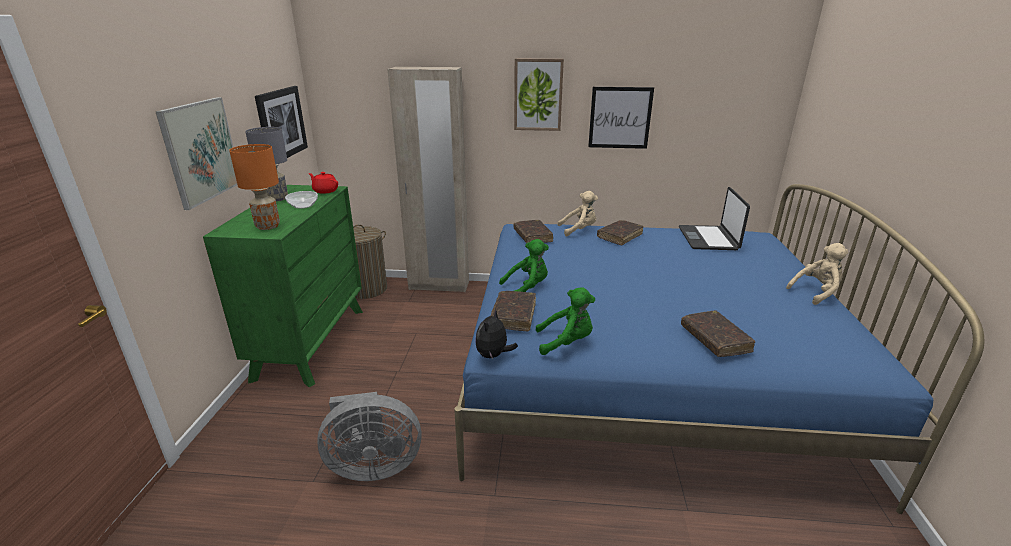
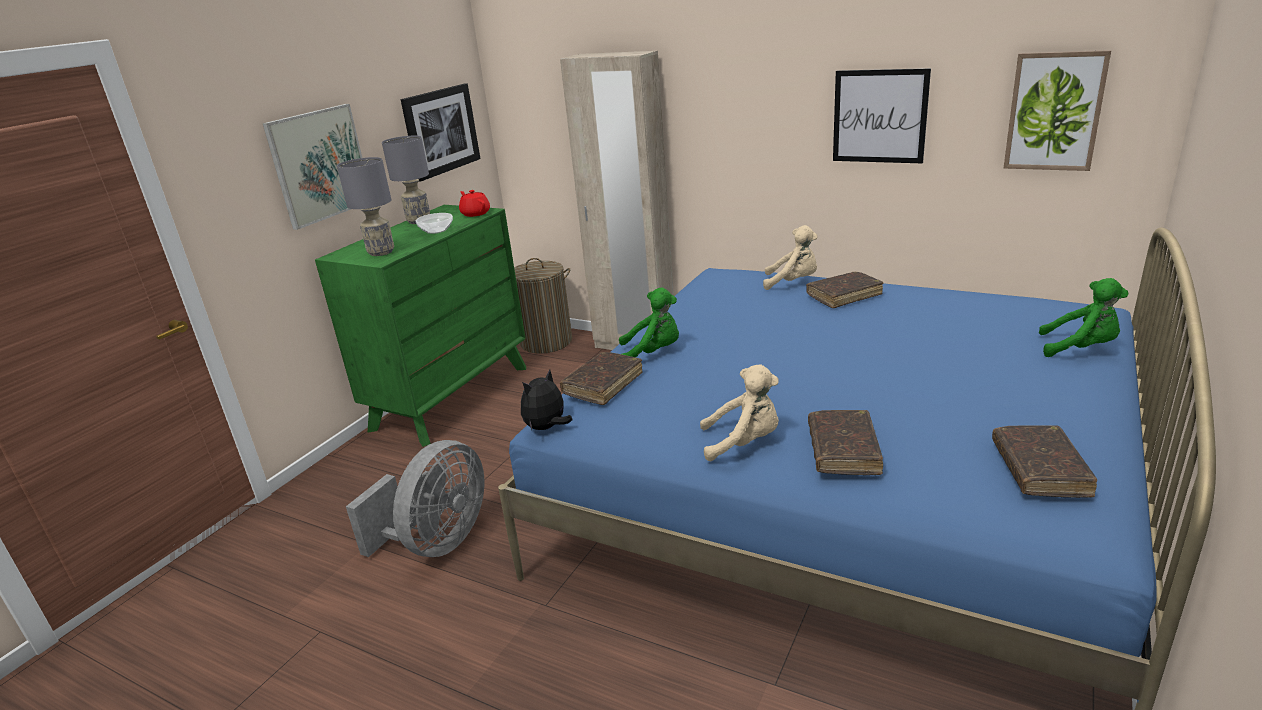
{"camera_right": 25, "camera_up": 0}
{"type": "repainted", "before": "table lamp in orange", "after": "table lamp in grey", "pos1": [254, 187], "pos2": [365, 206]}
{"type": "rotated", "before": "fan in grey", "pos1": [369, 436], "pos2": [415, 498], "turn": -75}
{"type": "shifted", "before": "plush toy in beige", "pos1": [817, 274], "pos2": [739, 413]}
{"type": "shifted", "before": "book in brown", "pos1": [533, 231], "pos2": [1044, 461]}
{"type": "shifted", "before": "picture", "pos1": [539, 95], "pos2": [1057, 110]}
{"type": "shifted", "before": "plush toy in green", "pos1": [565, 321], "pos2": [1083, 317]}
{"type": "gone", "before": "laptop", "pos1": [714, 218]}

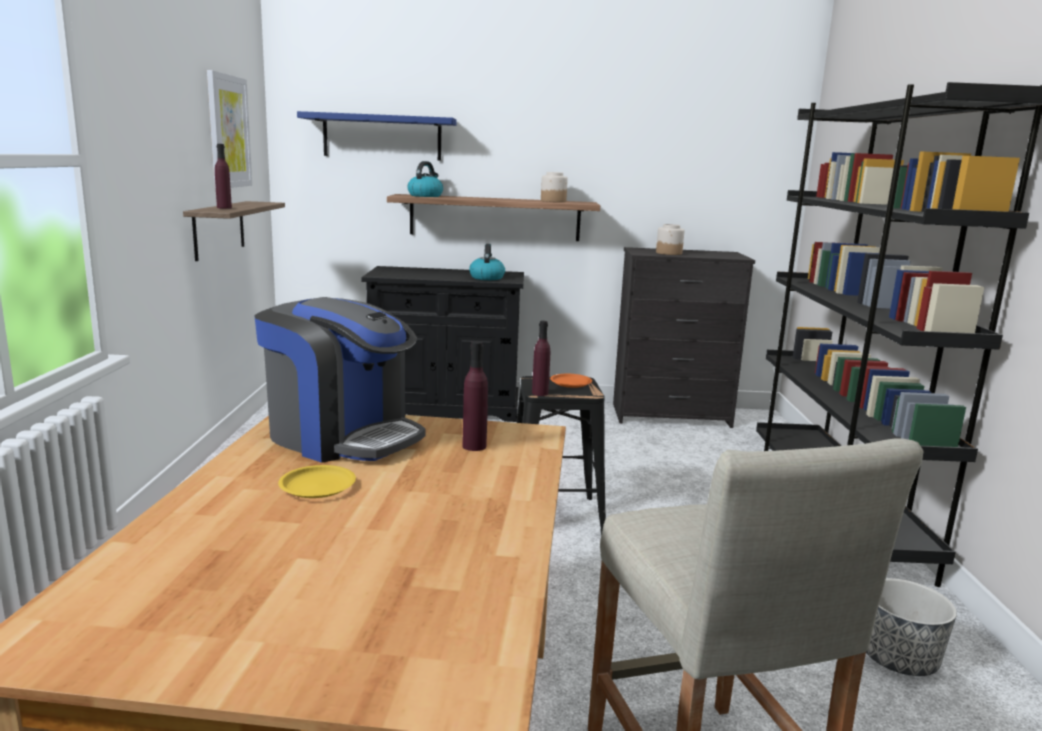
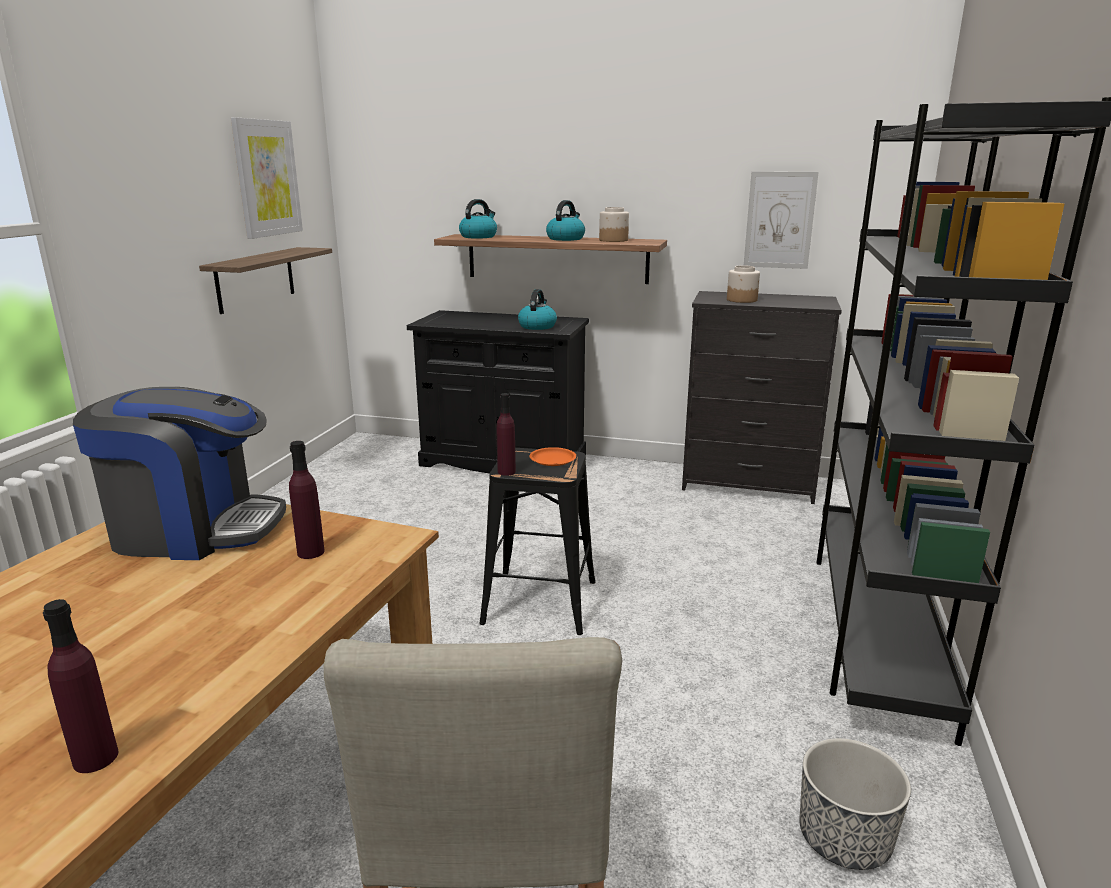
{"camera_right": 15, "camera_up": 5}
{"type": "shifted", "before": "bottle in purple", "pos1": [223, 176], "pos2": [81, 686]}
{"type": "rotated", "before": "coffee machine", "pos1": [339, 380], "pos2": [179, 473], "turn": -45}
{"type": "new", "after": "kettle", "pos2": [565, 220]}
{"type": "new", "after": "picture", "pos2": [781, 220]}
{"type": "gone", "before": "plate in yellow", "pos1": [317, 481]}
{"type": "gone", "before": "shelf in blue", "pos1": [377, 136]}

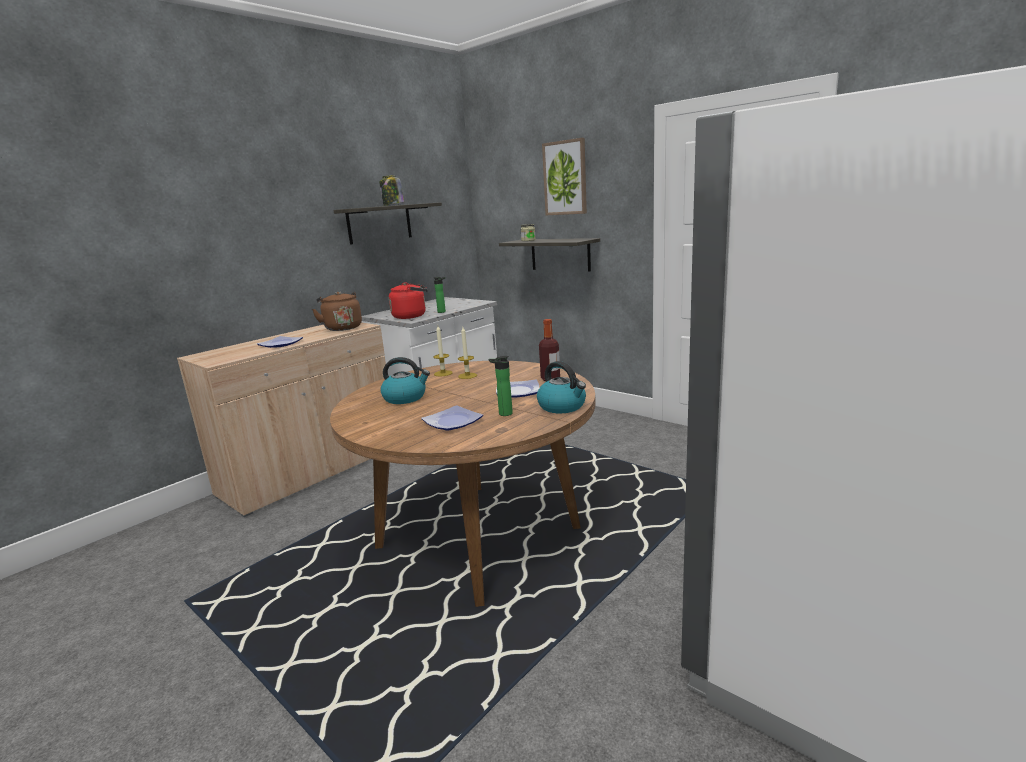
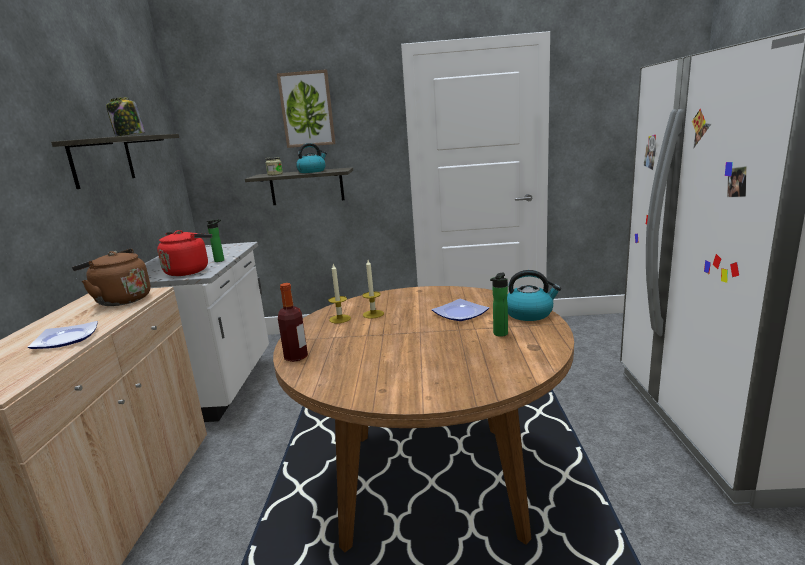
{"camera_right": -40, "camera_up": 0}
{"type": "shifted", "before": "bottle", "pos1": [549, 350], "pos2": [293, 322]}
{"type": "shifted", "before": "kettle", "pos1": [405, 380], "pos2": [311, 158]}
{"type": "gone", "before": "plate", "pos1": [452, 418]}

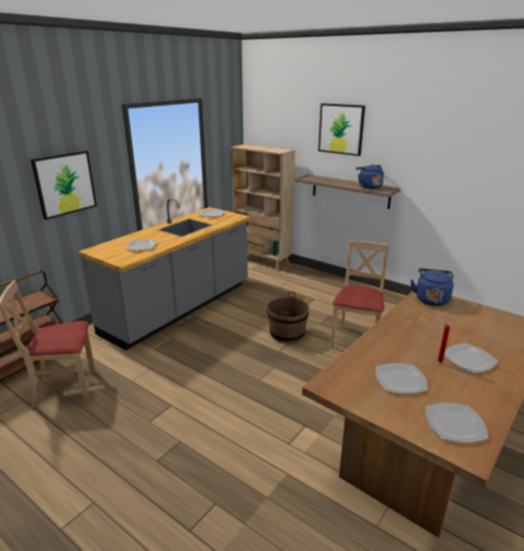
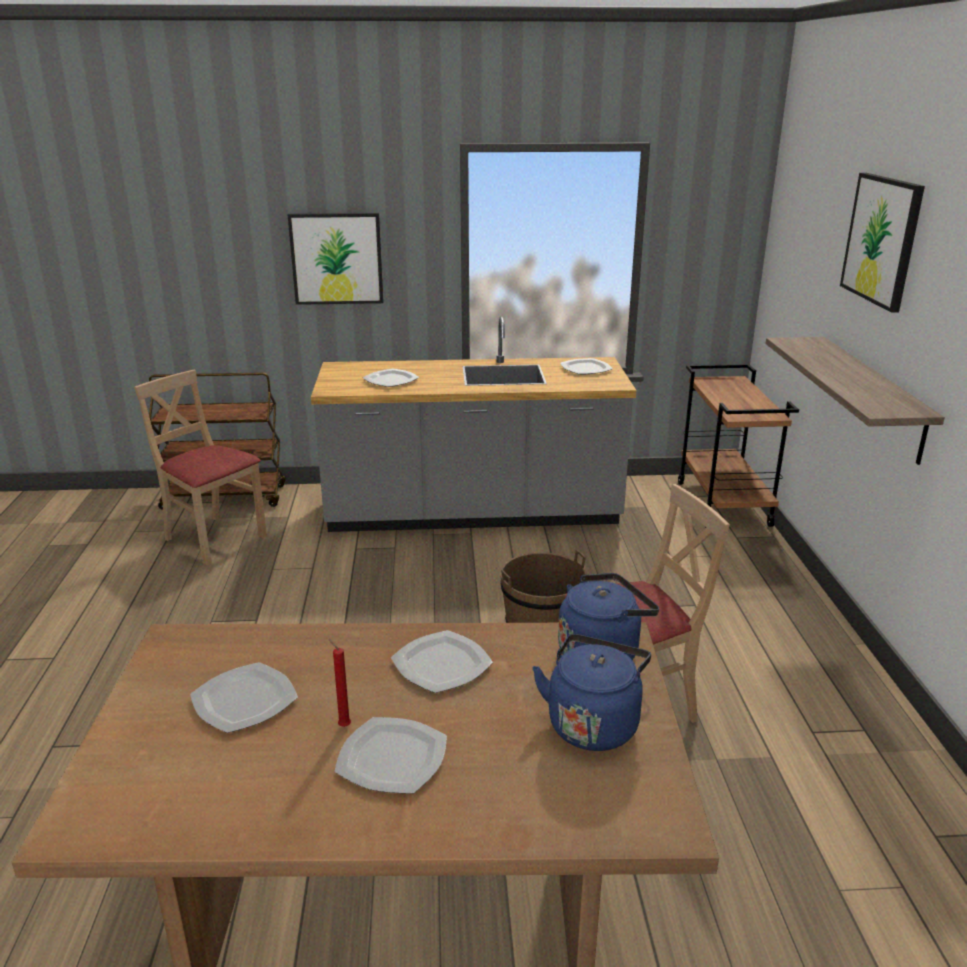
{"camera_right": 50, "camera_up": 0}
{"type": "shifted", "before": "plate", "pos1": [457, 423], "pos2": [442, 661]}
{"type": "shifted", "before": "kettle in blue", "pos1": [370, 176], "pos2": [591, 692]}
{"type": "swapped", "before": "bookcase in beige", "after": "cart in brown", "pos1": [263, 208], "pos2": [738, 446]}

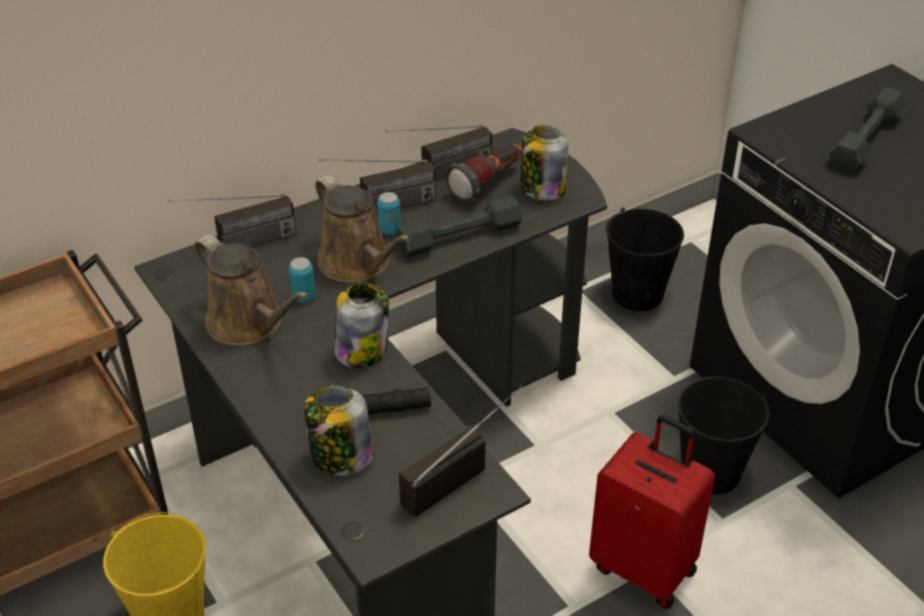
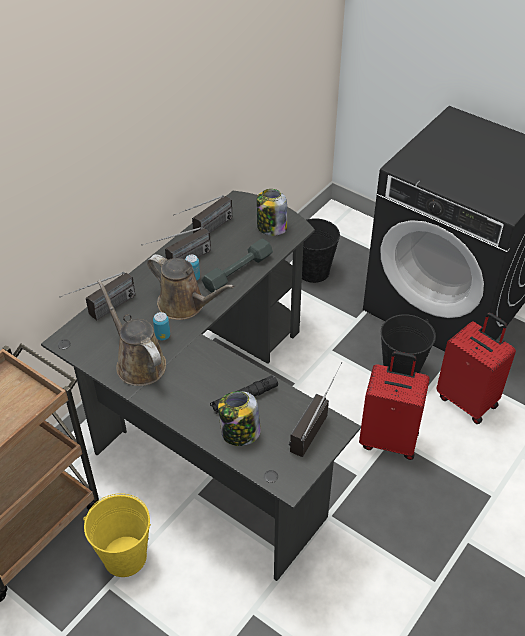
{"camera_right": -20, "camera_up": 5}
{"type": "rotated", "before": "watering can in brown", "pos1": [251, 290], "pos2": [131, 333], "turn": -150}
{"type": "new", "after": "suitcase in red", "pos2": [476, 368]}
{"type": "gone", "before": "jar", "pos1": [361, 325]}
{"type": "gone", "before": "flashlight", "pos1": [483, 173]}
{"type": "gone", "before": "dumbbell in grey", "pos1": [867, 129]}

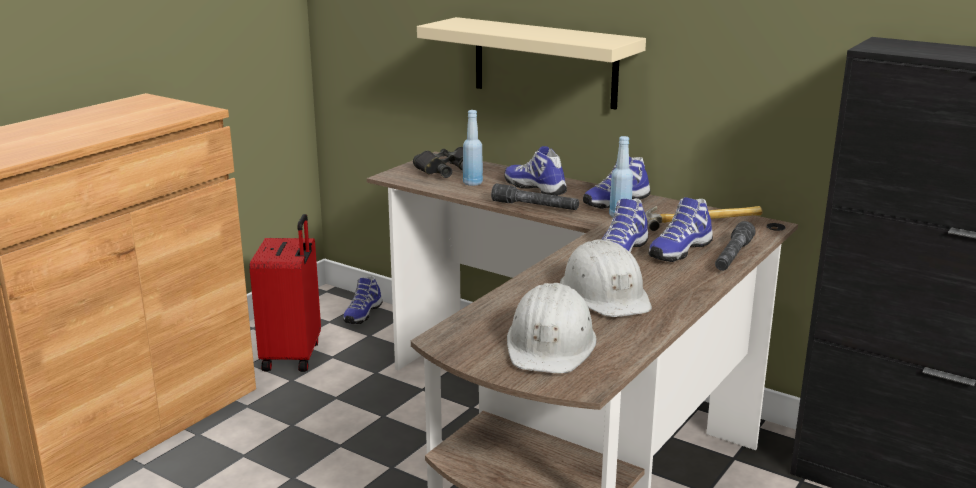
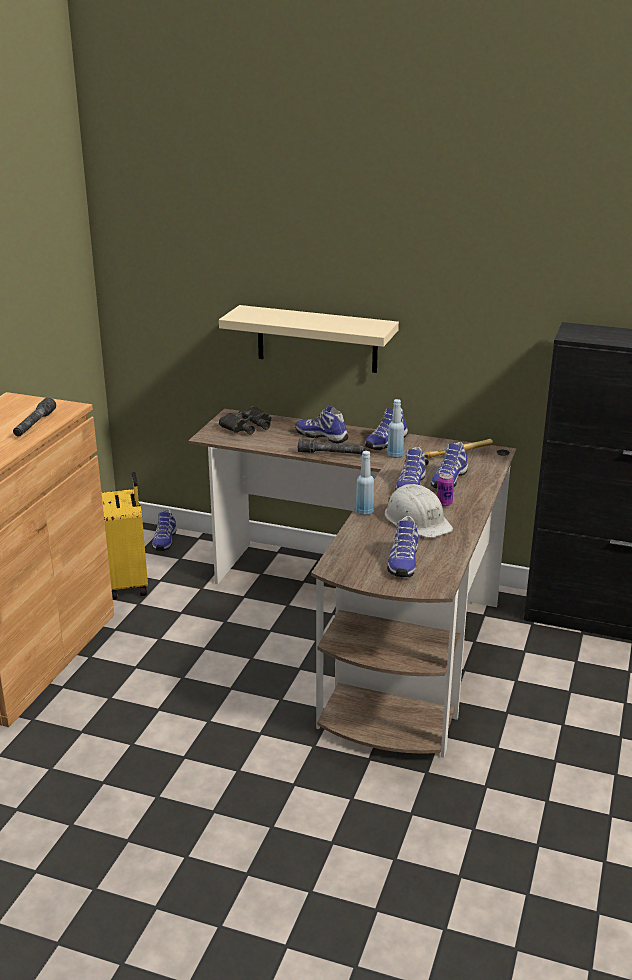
{"camera_right": -15, "camera_up": 5}
{"type": "shifted", "before": "flashlight in grey", "pos1": [735, 246], "pos2": [34, 417]}
{"type": "repainted", "before": "suitcase in red", "after": "suitcase in yellow", "pos1": [285, 293], "pos2": [124, 536]}
{"type": "shifted", "before": "bottle in blue", "pos1": [473, 148], "pos2": [365, 483]}
{"type": "swapped", "before": "hard hat in white", "after": "shoe", "pos1": [551, 328], "pos2": [403, 546]}
{"type": "new", "after": "can", "pos2": [445, 489]}

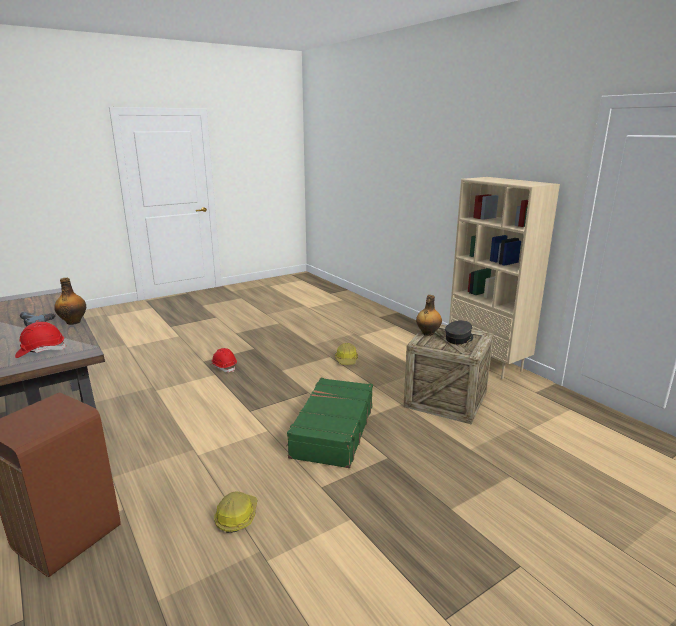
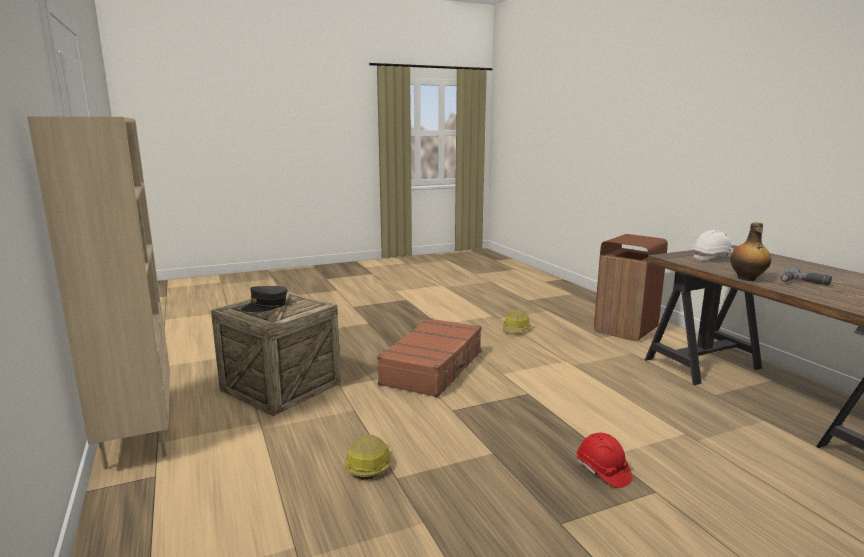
{"camera_right": -170, "camera_up": -5}
{"type": "repainted", "before": "suitcase in green", "after": "suitcase in brown", "pos1": [330, 423], "pos2": [429, 357]}
{"type": "repainted", "before": "hard hat in red", "after": "hard hat in white", "pos1": [40, 340], "pos2": [712, 245]}
{"type": "gone", "before": "bottle", "pos1": [429, 315]}

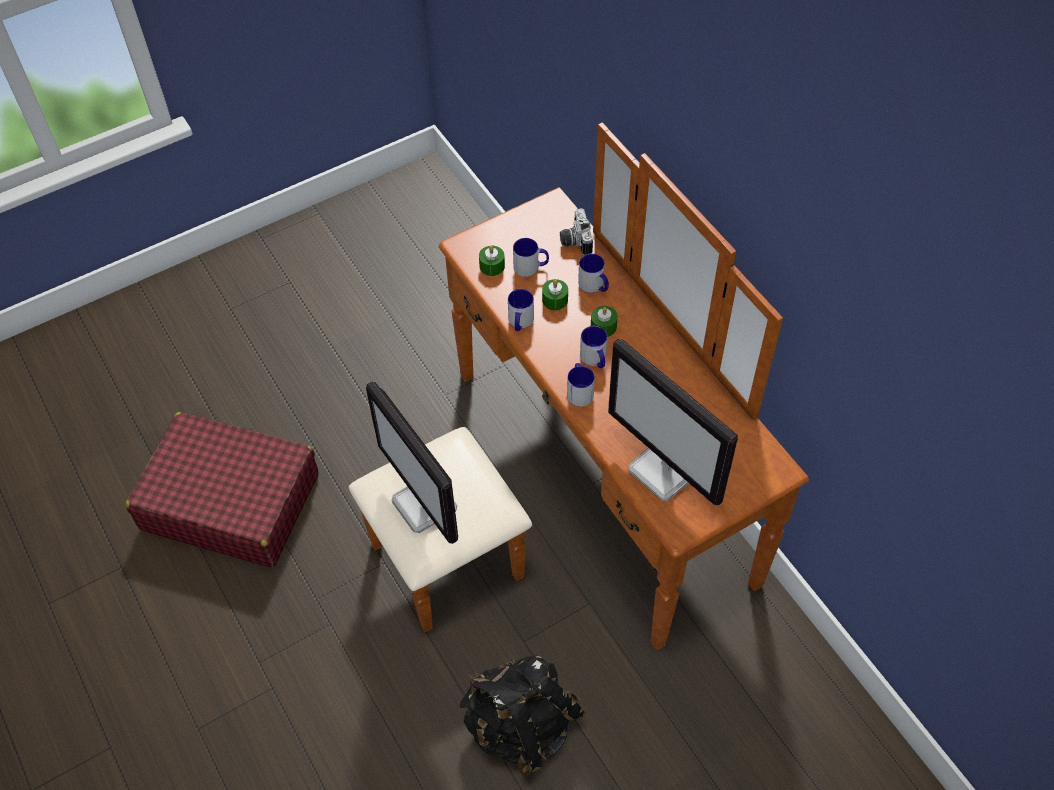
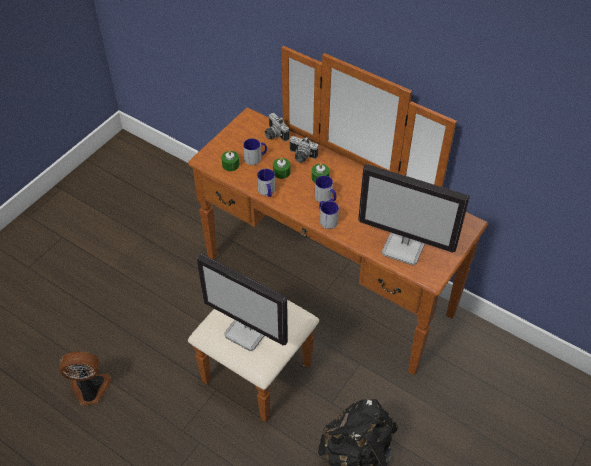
{"camera_right": -25, "camera_up": -5}
{"type": "swapped", "before": "suitcase in red", "after": "fan", "pos1": [222, 489], "pos2": [85, 378]}
{"type": "swapped", "before": "mug", "after": "photo camera", "pos1": [593, 273], "pos2": [303, 149]}

